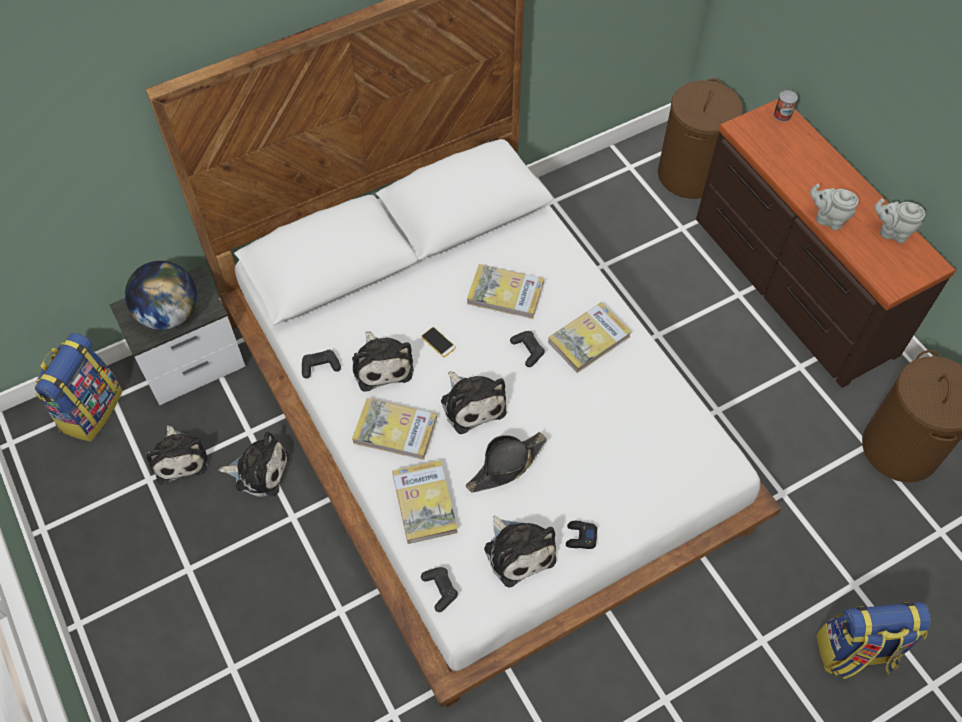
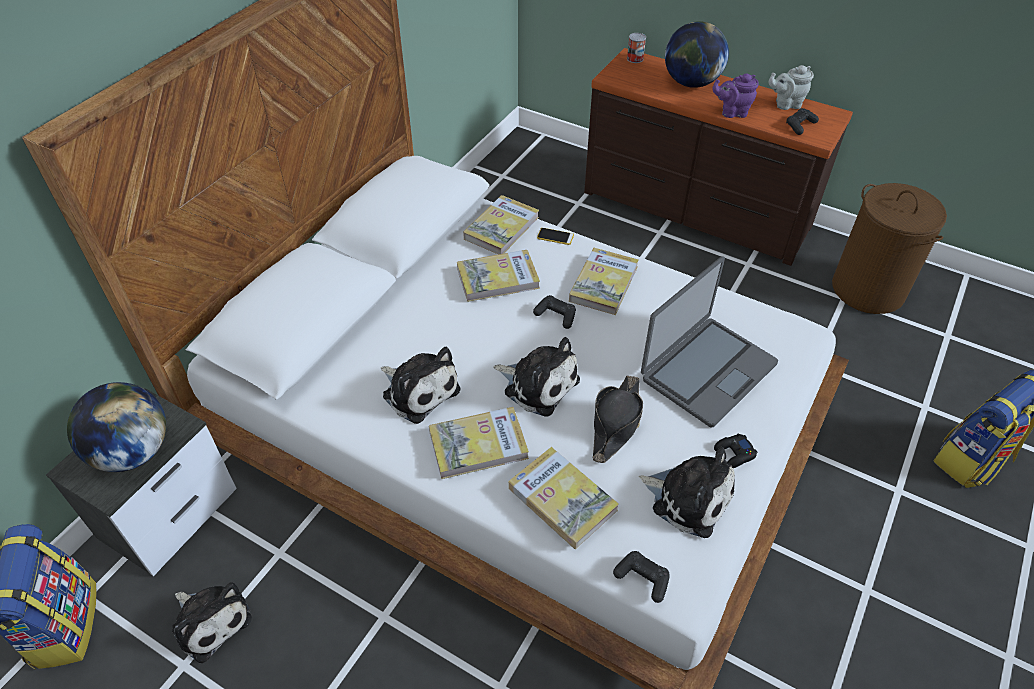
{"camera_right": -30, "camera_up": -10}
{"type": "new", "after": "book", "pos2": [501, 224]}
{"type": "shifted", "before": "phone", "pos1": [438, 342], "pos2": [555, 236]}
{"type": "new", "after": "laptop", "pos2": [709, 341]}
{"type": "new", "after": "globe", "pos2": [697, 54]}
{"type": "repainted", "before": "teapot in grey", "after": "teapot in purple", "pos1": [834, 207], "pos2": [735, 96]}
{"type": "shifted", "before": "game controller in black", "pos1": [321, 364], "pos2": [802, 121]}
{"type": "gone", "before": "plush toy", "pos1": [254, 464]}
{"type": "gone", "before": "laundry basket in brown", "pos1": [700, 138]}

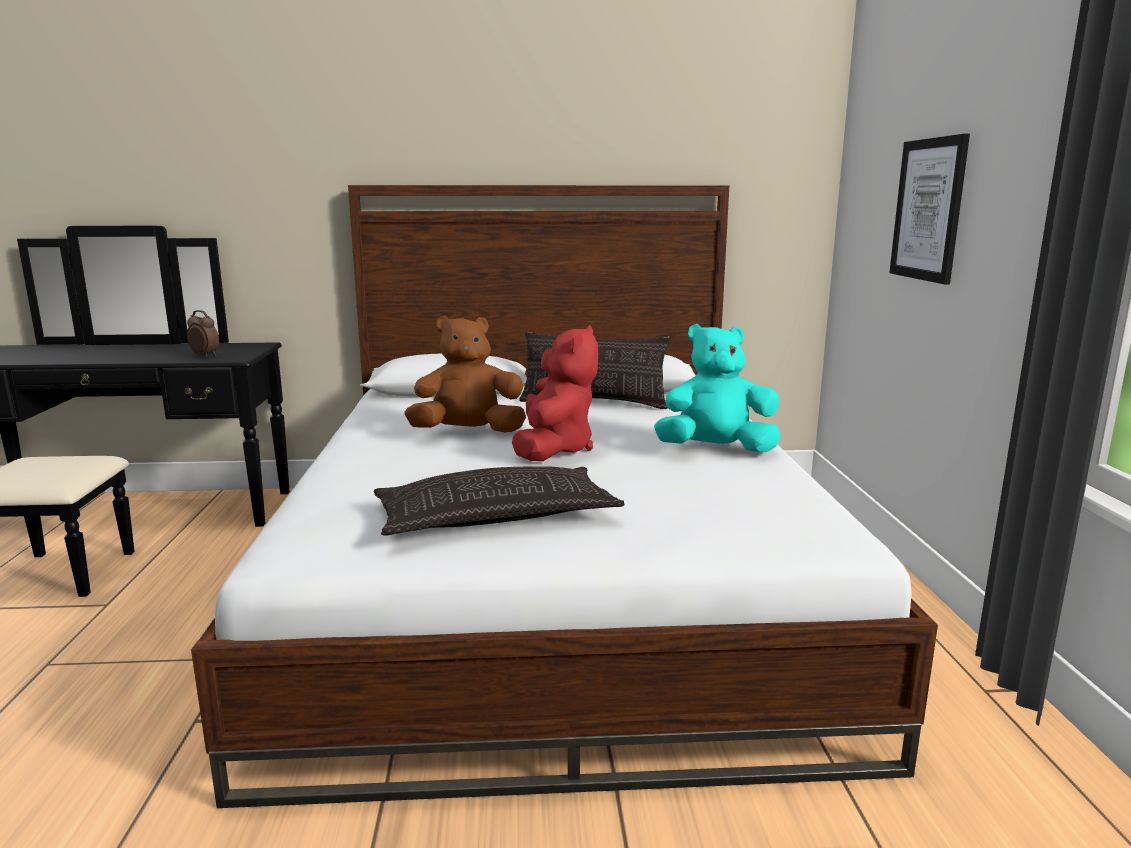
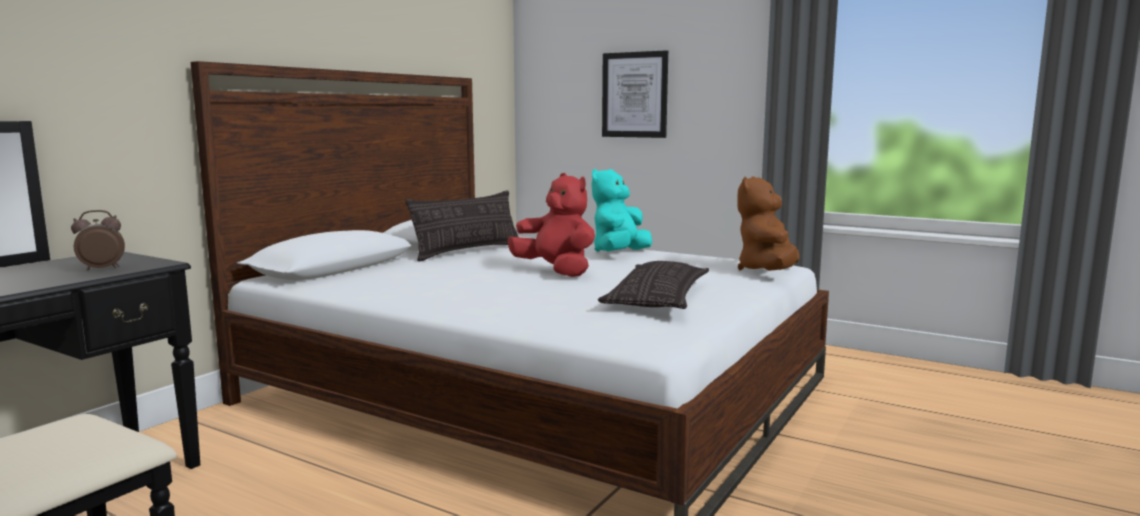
{"camera_right": -55, "camera_up": -5}
{"type": "shifted", "before": "plush toy in brown", "pos1": [465, 374], "pos2": [769, 223]}

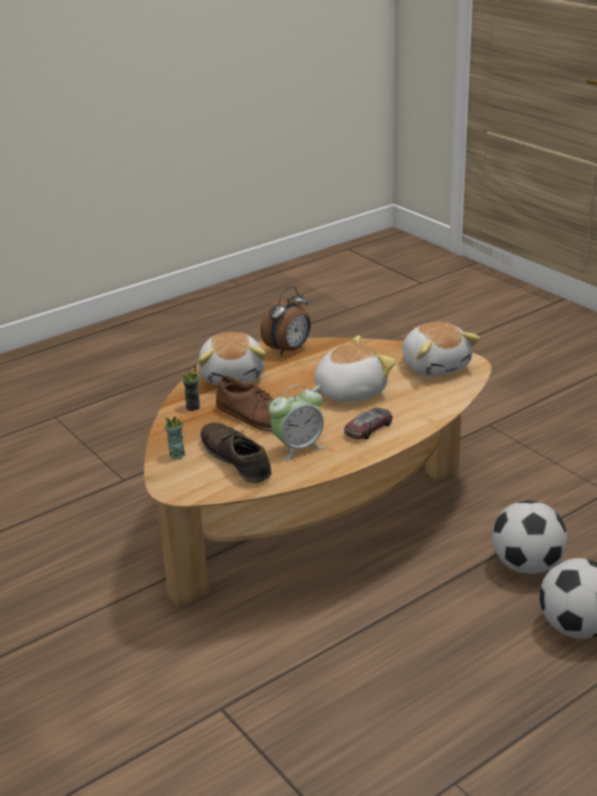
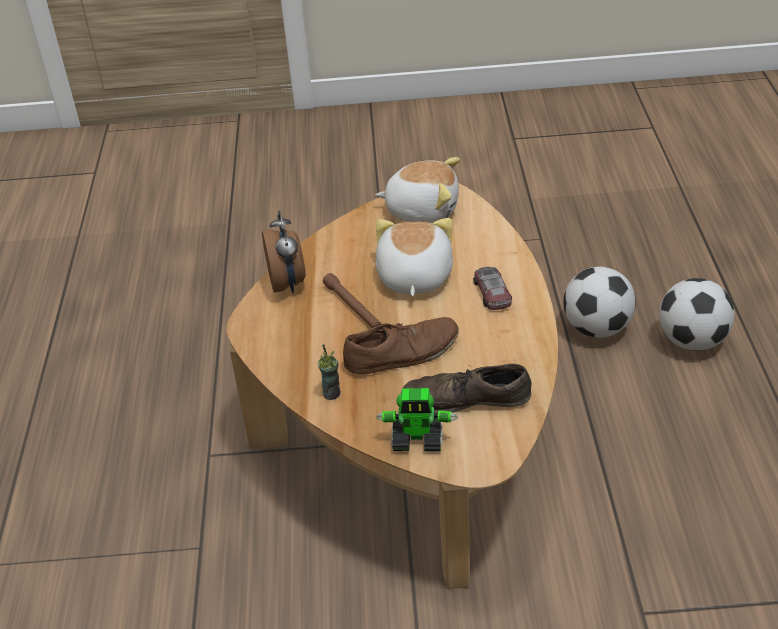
{"camera_right": -55, "camera_up": 10}
{"type": "new", "after": "flashlight in brown", "pos2": [352, 300]}
{"type": "swapped", "before": "cup", "after": "toy robot", "pos1": [175, 438], "pos2": [417, 419]}
{"type": "gone", "before": "plush toy", "pos1": [232, 359]}
{"type": "gone", "before": "alarm clock", "pos1": [297, 422]}

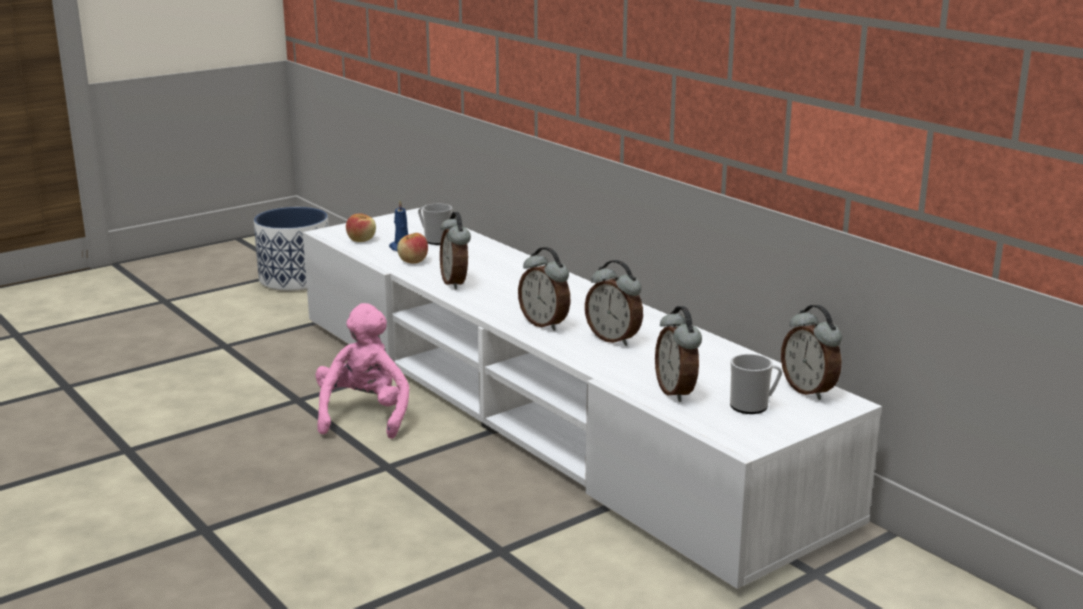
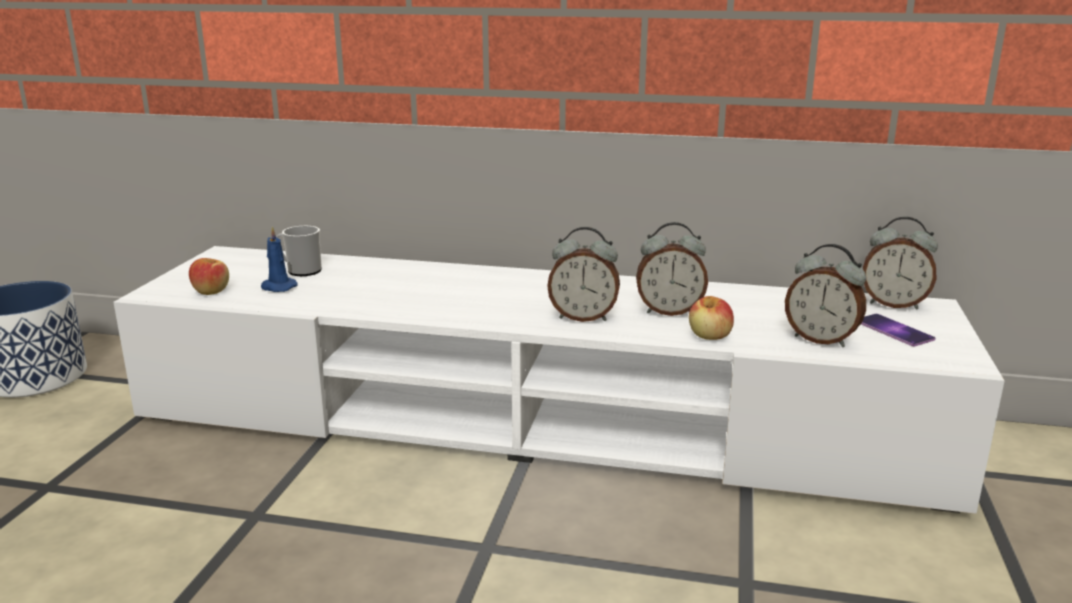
{"camera_right": -40, "camera_up": 0}
{"type": "shifted", "before": "apple", "pos1": [412, 248], "pos2": [711, 318]}
{"type": "swapped", "before": "mug", "after": "phone", "pos1": [756, 384], "pos2": [898, 330]}
{"type": "gone", "before": "plush toy in pink", "pos1": [362, 371]}
{"type": "gone", "before": "alarm clock", "pos1": [455, 250]}

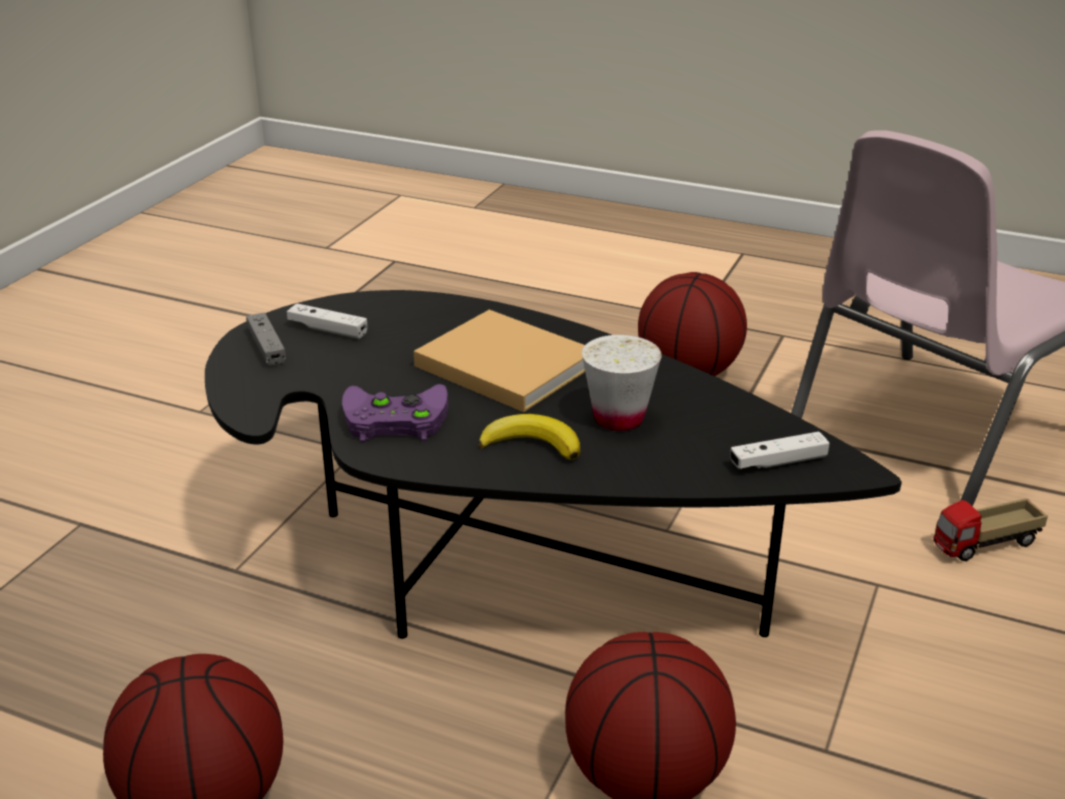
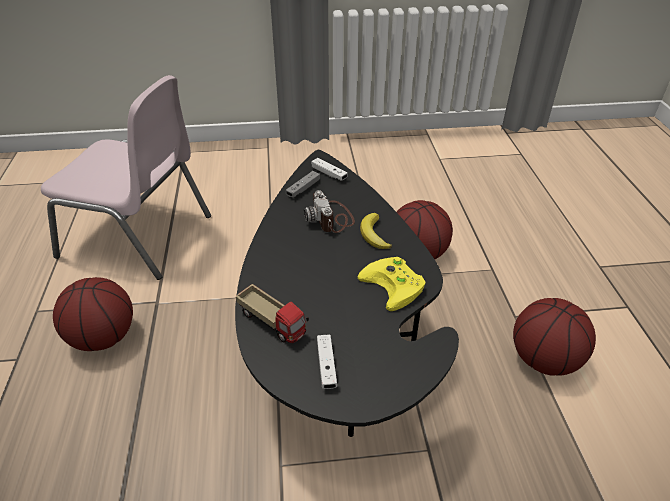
{"camera_right": -120, "camera_up": 10}
{"type": "shifted", "before": "toy truck", "pos1": [990, 529], "pos2": [272, 314]}
{"type": "shifted", "before": "game controller in grey", "pos1": [266, 339], "pos2": [303, 184]}
{"type": "swapped", "before": "cup in white", "after": "photo camera", "pos1": [622, 383], "pos2": [329, 211]}
{"type": "repainted", "before": "game controller in purple", "after": "game controller in yellow", "pos1": [395, 413], "pos2": [392, 284]}
{"type": "gone", "before": "book in beige", "pos1": [499, 361]}

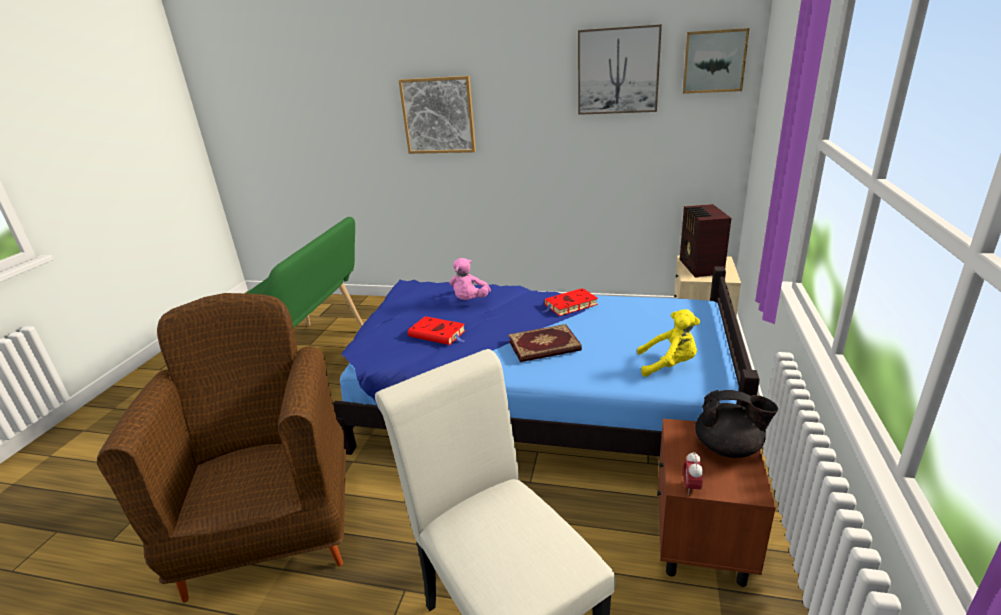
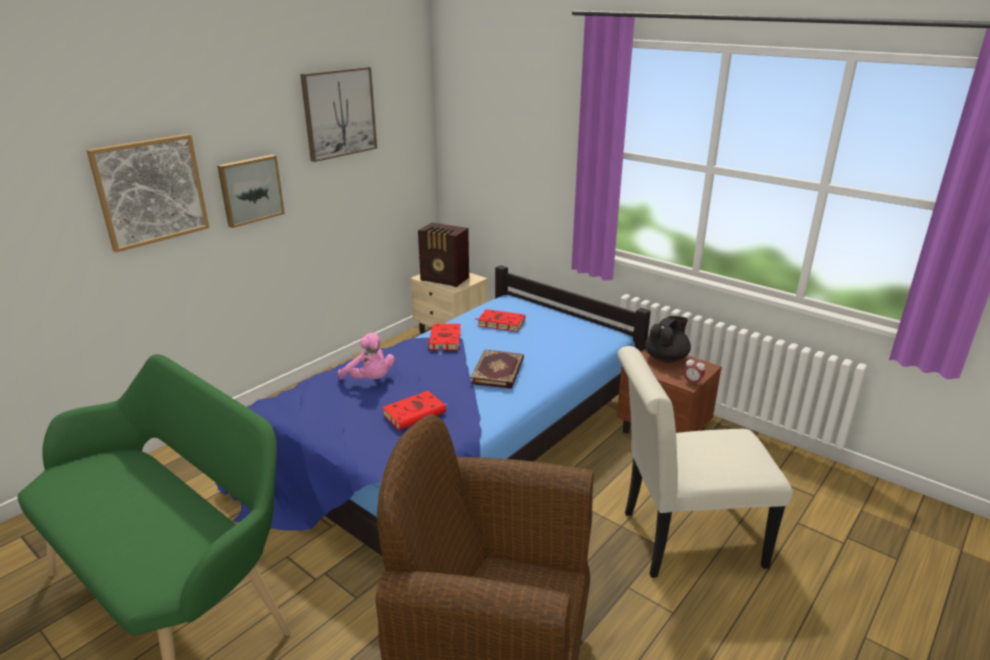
{"camera_right": -65, "camera_up": 0}
{"type": "shifted", "before": "picture", "pos1": [716, 61], "pos2": [251, 191]}
{"type": "new", "after": "book in red", "pos2": [499, 320]}
{"type": "gone", "before": "plush toy in yellow", "pos1": [668, 343]}

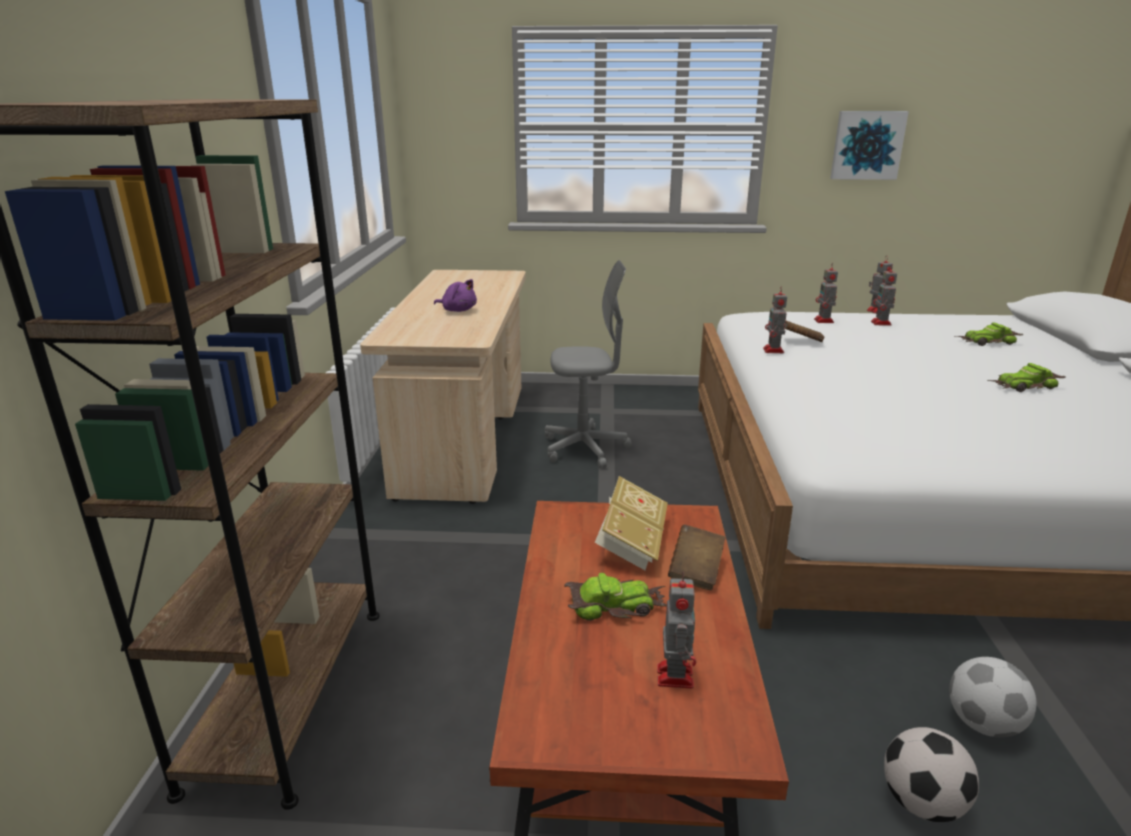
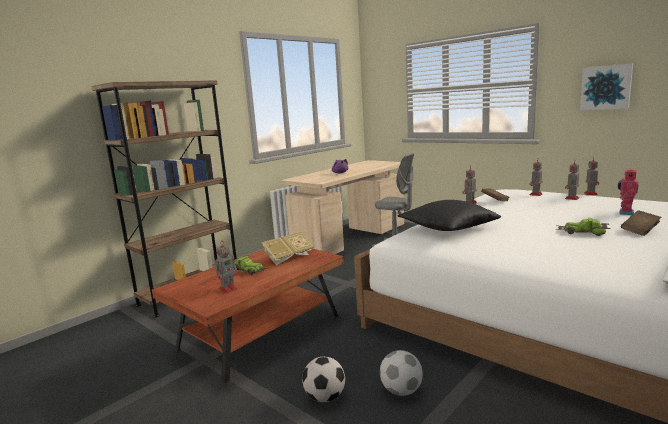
{"camera_right": 40, "camera_up": -10}
{"type": "new", "after": "pillow in black", "pos2": [449, 215]}
{"type": "swapped", "before": "toy car", "after": "toy robot", "pos1": [989, 334], "pos2": [628, 191]}
{"type": "shifted", "before": "book in brown", "pos1": [696, 557], "pos2": [641, 223]}

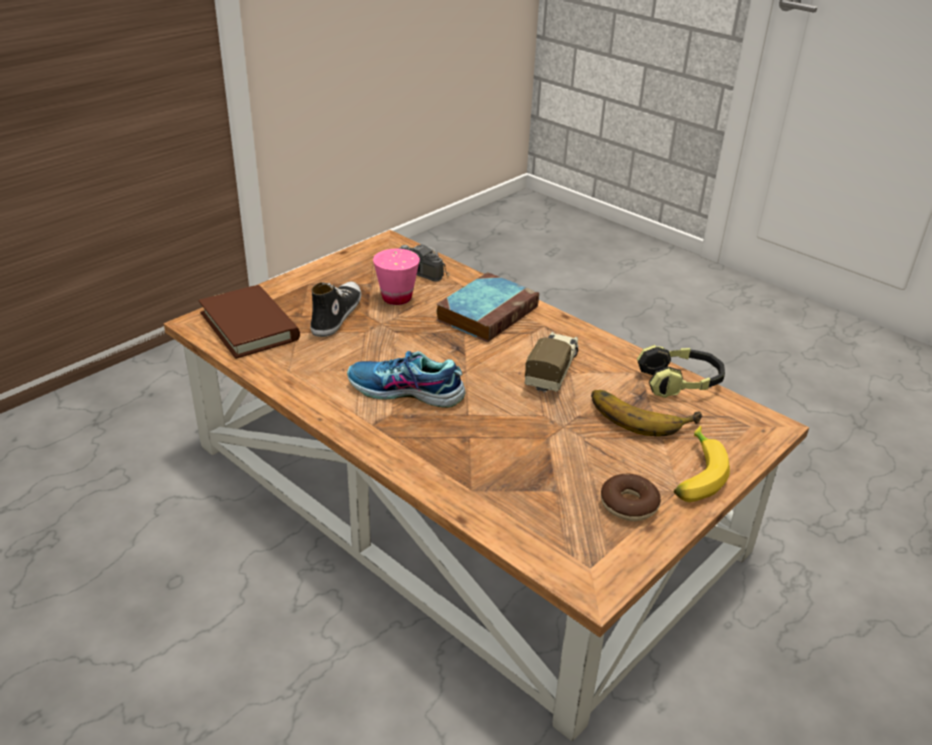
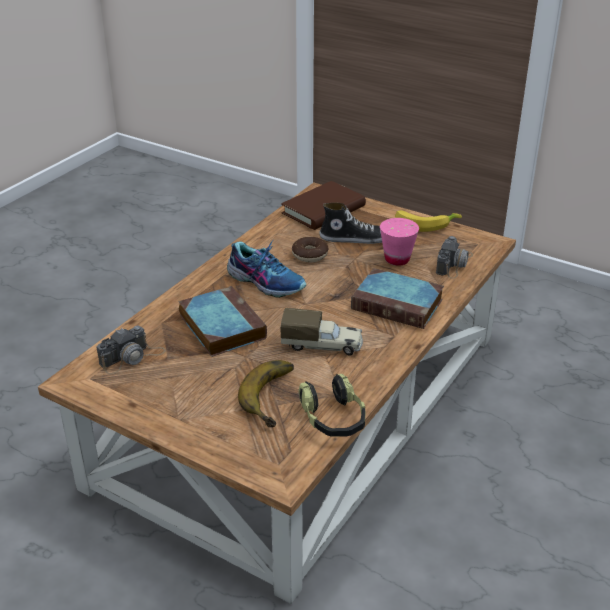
{"camera_right": 80, "camera_up": 0}
{"type": "new", "after": "photo camera", "pos2": [131, 350]}
{"type": "new", "after": "book", "pos2": [223, 321]}
{"type": "rotated", "before": "shoe", "pos1": [406, 379], "pos2": [266, 268], "turn": 120}
{"type": "shifted", "before": "donut", "pos1": [631, 497], "pos2": [310, 250]}
{"type": "shifted", "before": "banana", "pos1": [702, 464], "pos2": [428, 221]}

